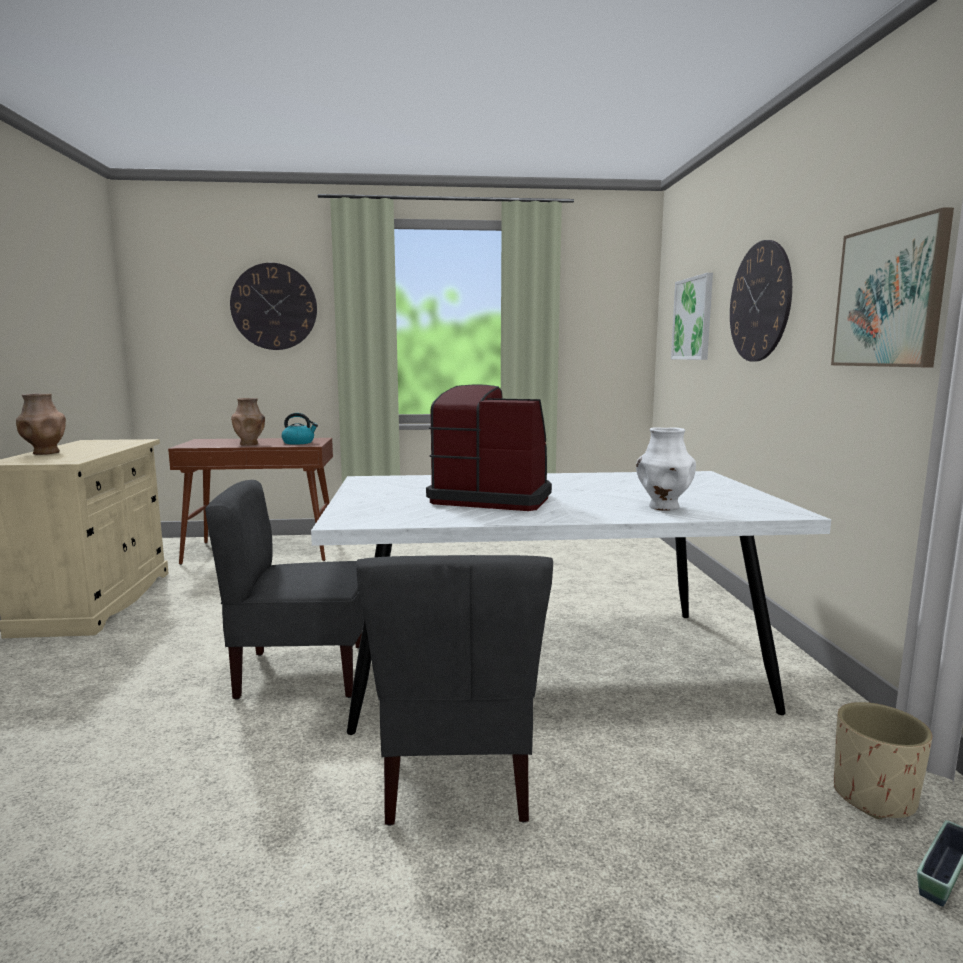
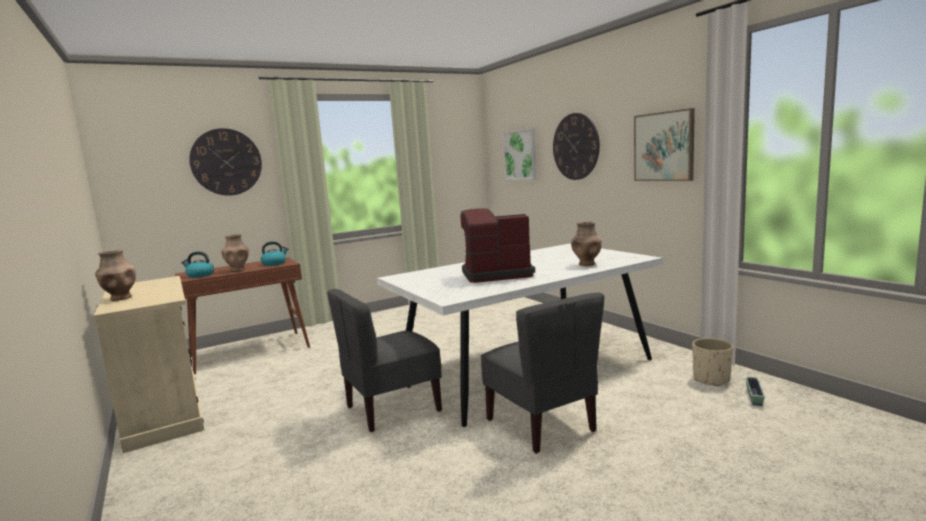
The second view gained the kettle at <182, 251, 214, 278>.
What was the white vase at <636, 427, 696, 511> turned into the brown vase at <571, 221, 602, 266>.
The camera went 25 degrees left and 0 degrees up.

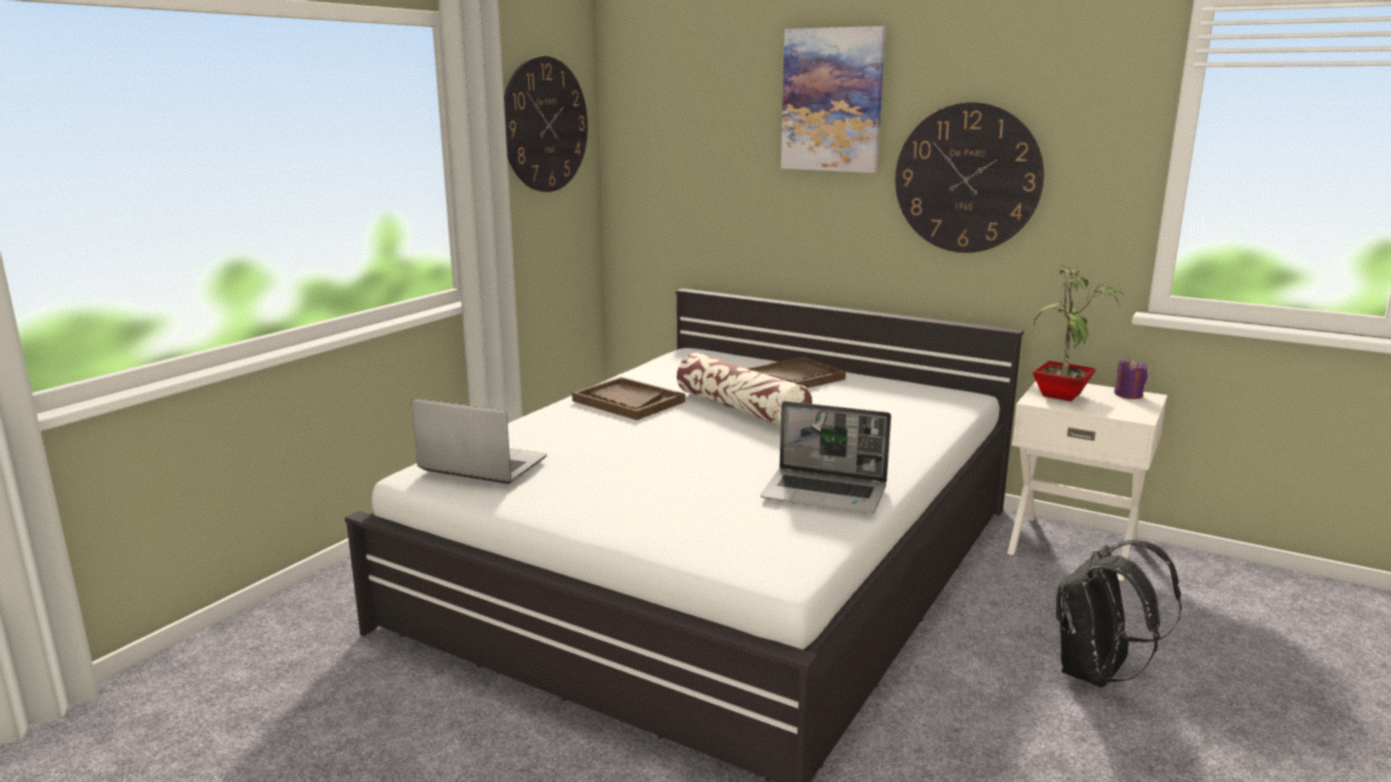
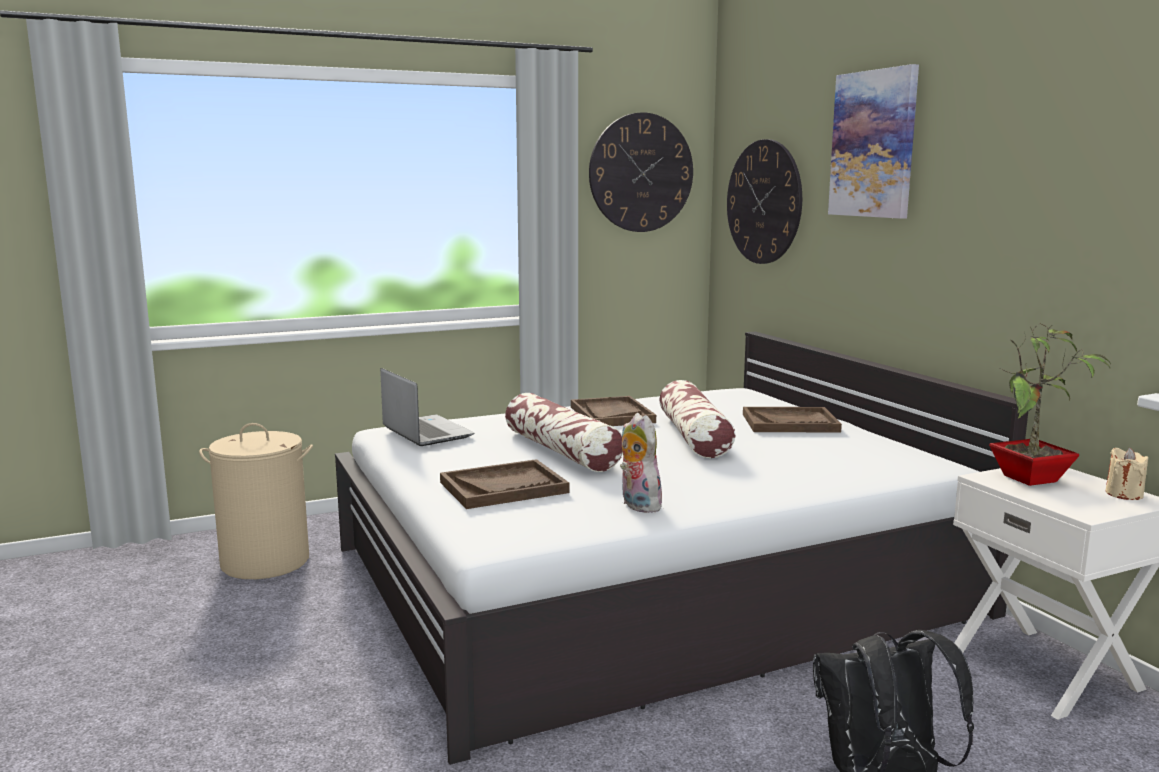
The second view gained the beige laundry basket at <199, 423, 313, 579>.
The second view gained the brown tray at <440, 459, 570, 509>.
The second view gained the pillow at <505, 393, 623, 472>.
Where the laptop stood at <760, 401, 891, 513>, the plush toy came to stand at <620, 413, 664, 513>.
The wall clock ended up elsewhere, having gone from <895, 102, 1044, 253> to <727, 139, 802, 264>.
What was the purple candle at <1114, 358, 1148, 399> turned into the beige candle at <1105, 448, 1148, 500>.
The camera went 35 degrees right and 5 degrees down.

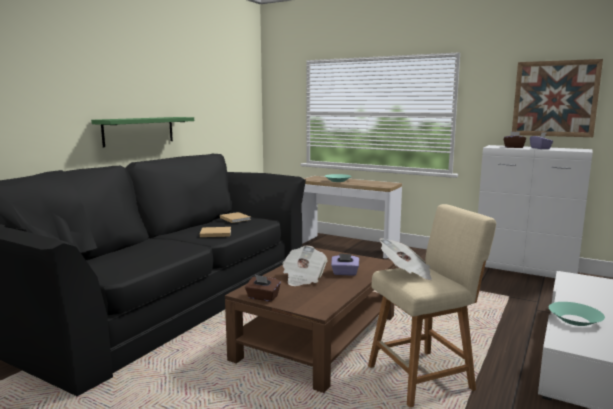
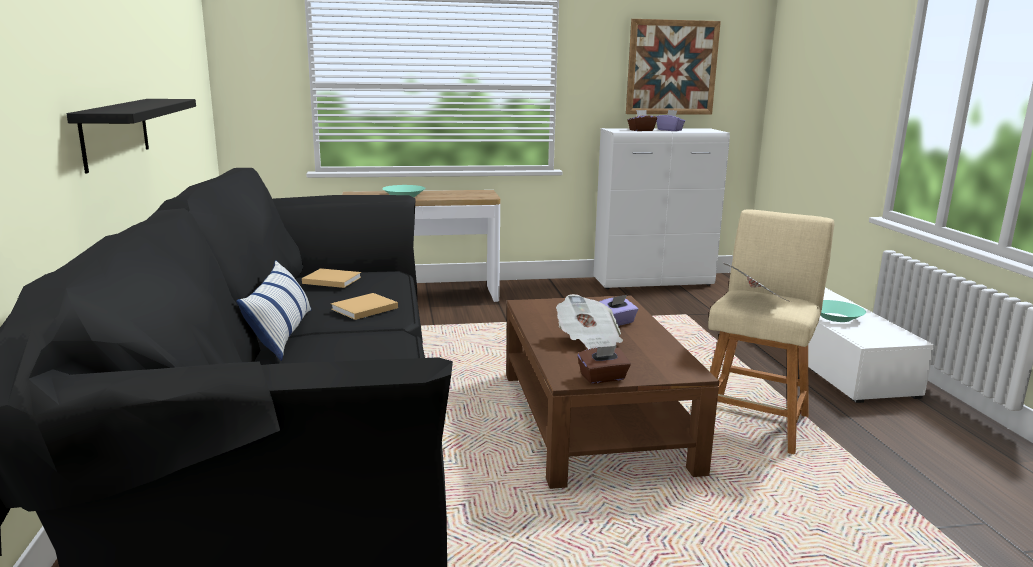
What was the green shelf at <91, 117, 194, 147> turned into the black shelf at <67, 99, 196, 173>.
The second view gained the pillow at <236, 260, 312, 361>.
The camera went 40 degrees left and 5 degrees up.

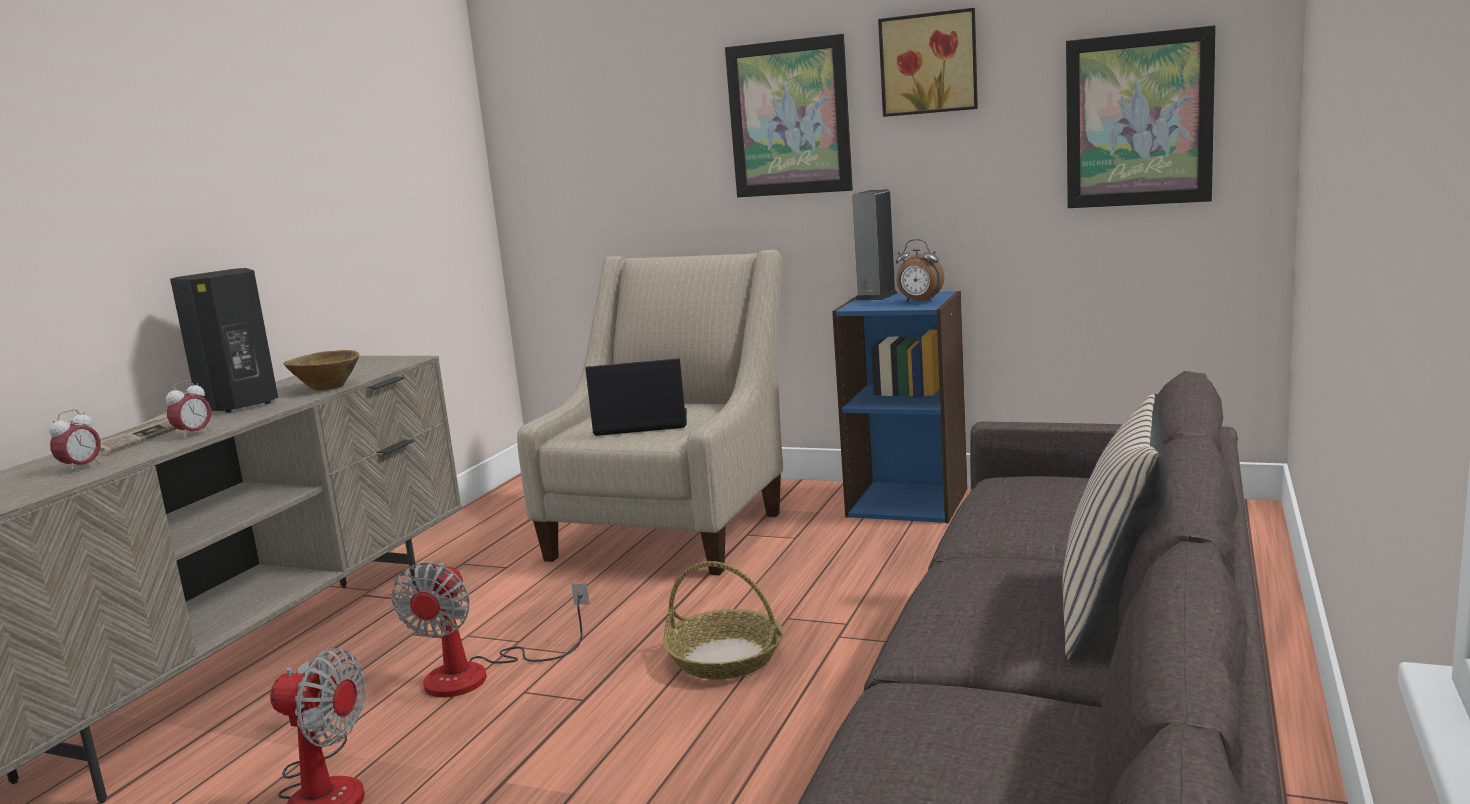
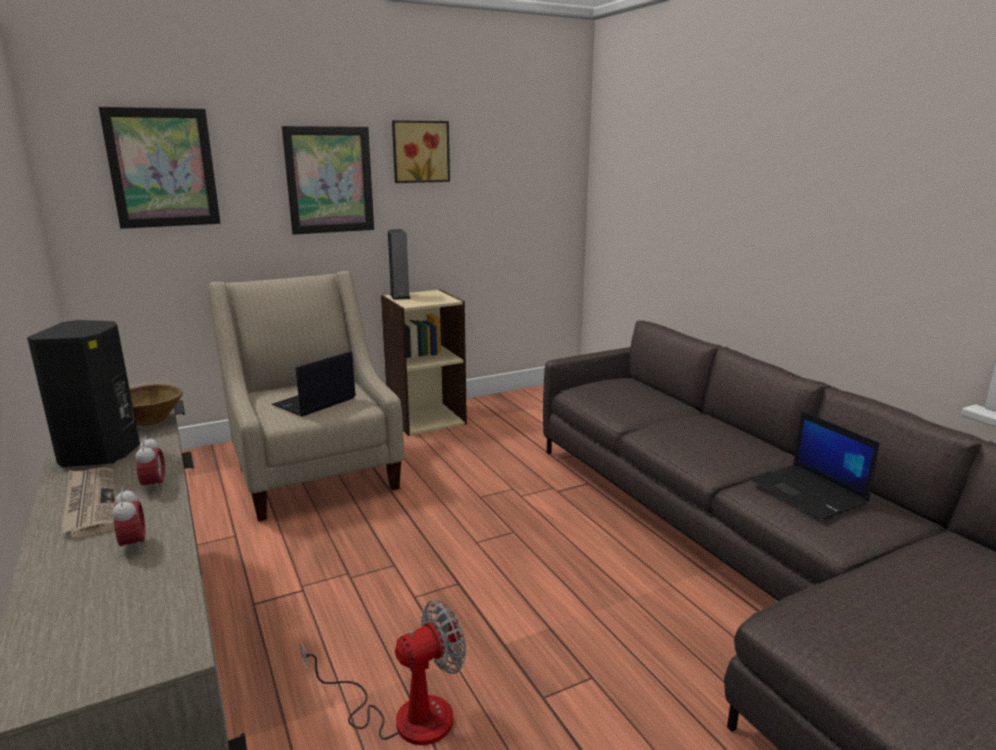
The picture ended up elsewhere, having gone from <1066, 25, 1216, 208> to <99, 107, 220, 229>.
What was the blue bookcase at <832, 291, 968, 523> turned into the beige bookcase at <381, 289, 467, 436>.
The second view gained the laptop at <750, 412, 880, 520>.
The second view lost the fan at <392, 562, 589, 697>.
The second view lost the basket at <663, 561, 783, 680>.
The second view lost the alarm clock at <896, 239, 944, 302>.
The second view lost the beige pillow at <1063, 393, 1167, 660>.
The camera went 50 degrees left and 5 degrees up.

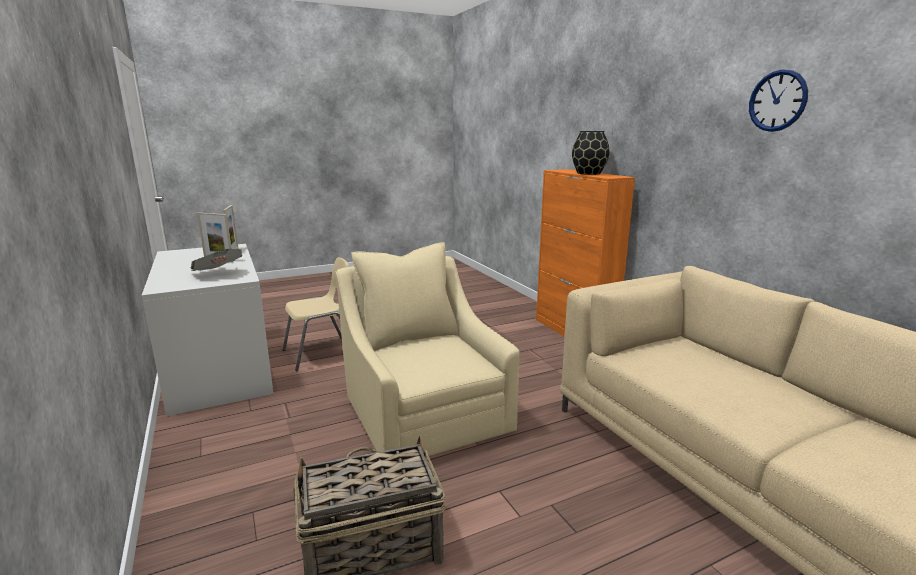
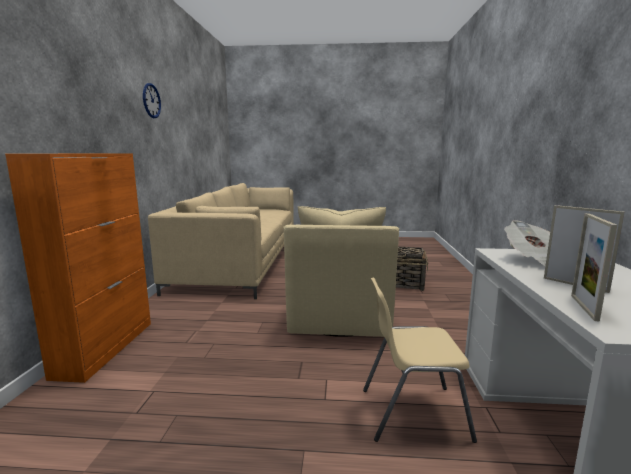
The second view lost the black vase at <572, 131, 609, 175>.
The camera went 150 degrees left and 5 degrees down.

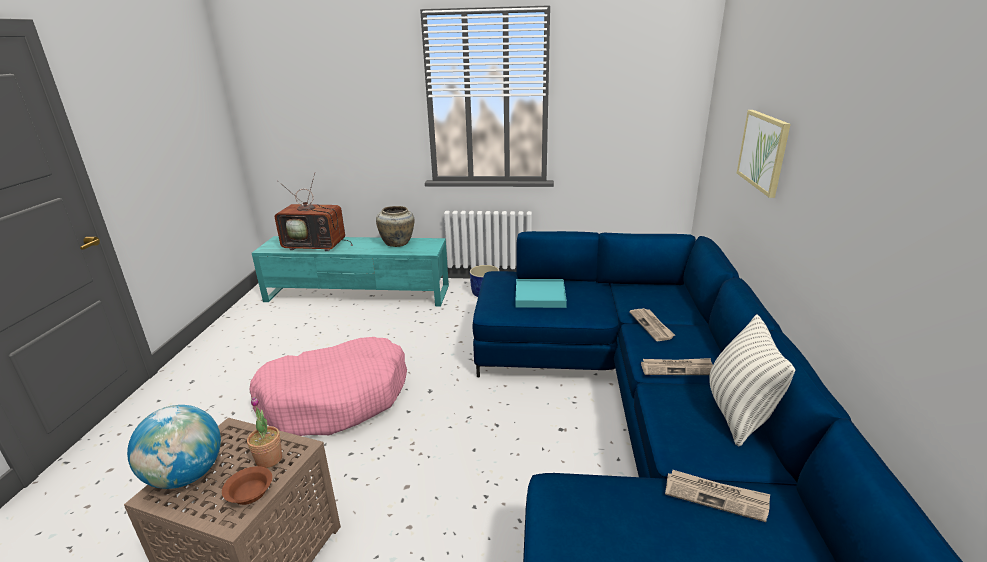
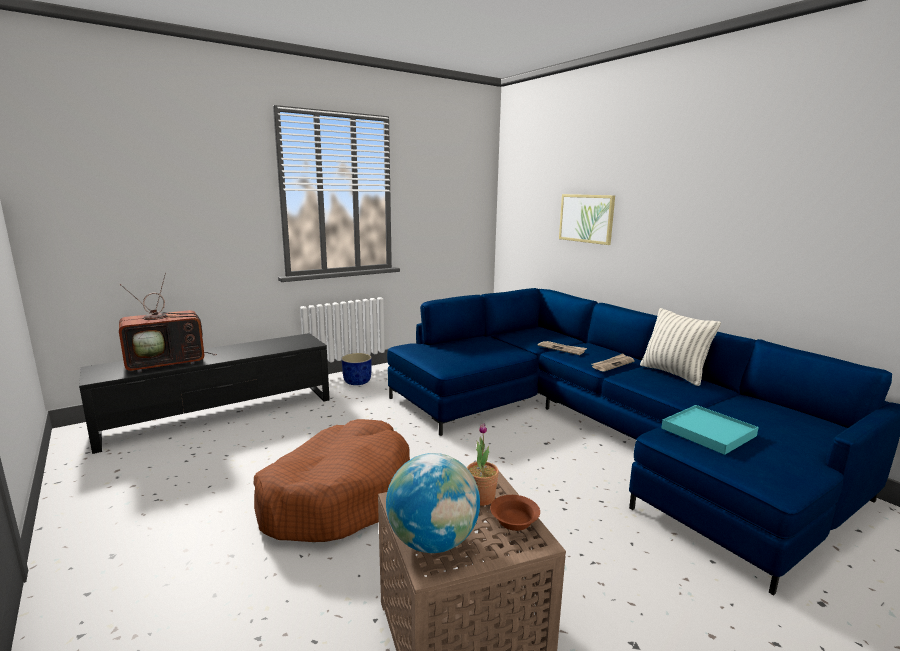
What was the turquoise tv stand at <252, 236, 449, 306> turned into the black tv stand at <79, 333, 330, 454>.
What was the pink dog bed at <249, 337, 407, 436> turned into the brown dog bed at <254, 419, 410, 542>.
The turquoise tray ended up elsewhere, having gone from <515, 279, 567, 308> to <661, 405, 759, 455>.
The second view lost the beige vase at <376, 206, 414, 247>.
The second view lost the newspaper at <665, 470, 770, 522>.
The camera went 40 degrees left and 10 degrees down.

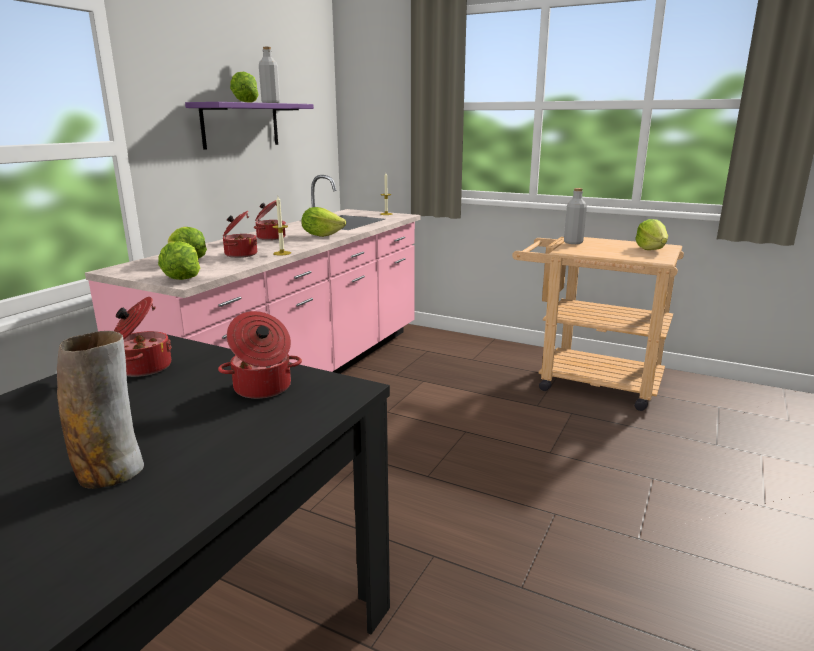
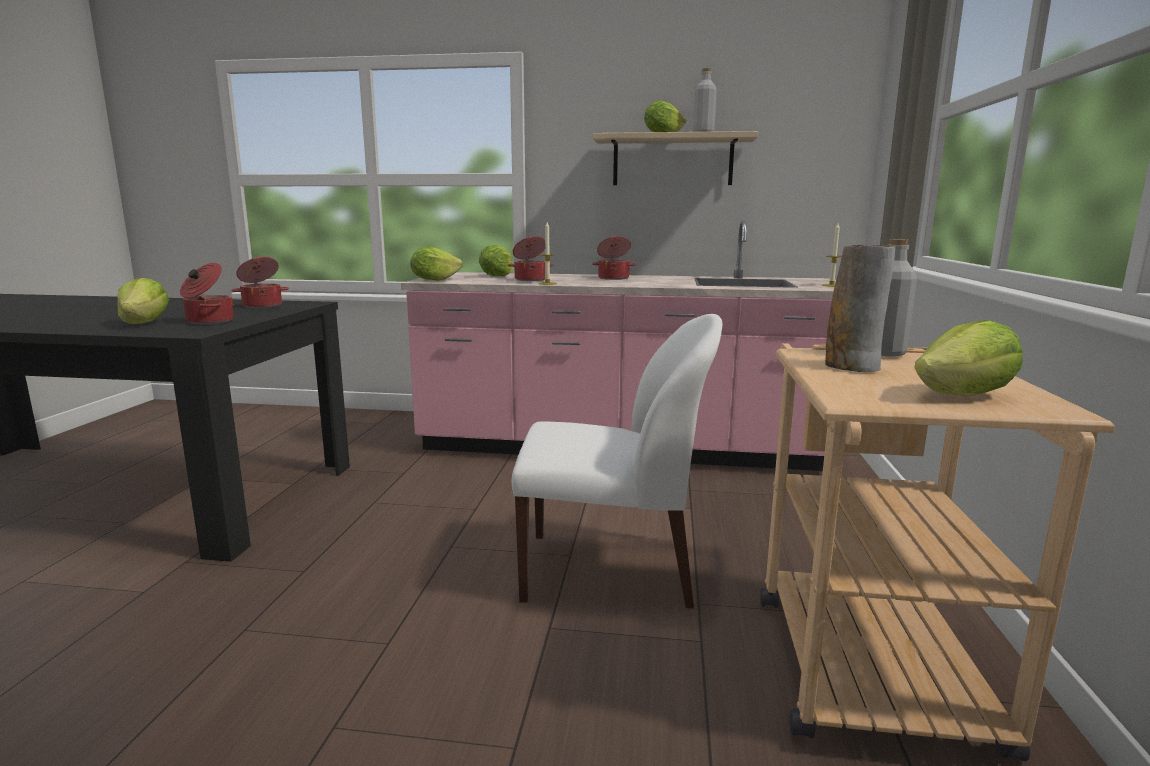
The lettuce ended up elsewhere, having gone from <301, 207, 346, 237> to <117, 278, 169, 324>.
The second view gained the white chair at <511, 314, 722, 608>.
What was the purple shelf at <185, 102, 314, 150> turned into the beige shelf at <592, 131, 758, 185>.
The vase ended up elsewhere, having gone from <57, 331, 144, 489> to <825, 245, 895, 372>.
The camera went 70 degrees right and 5 degrees down.

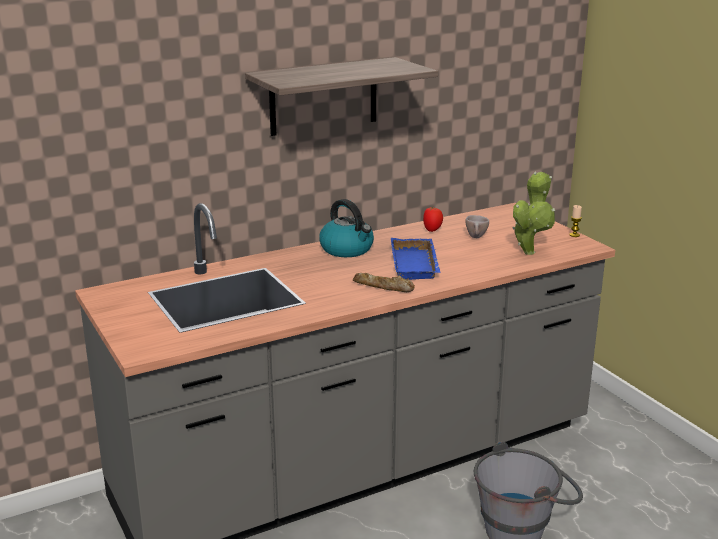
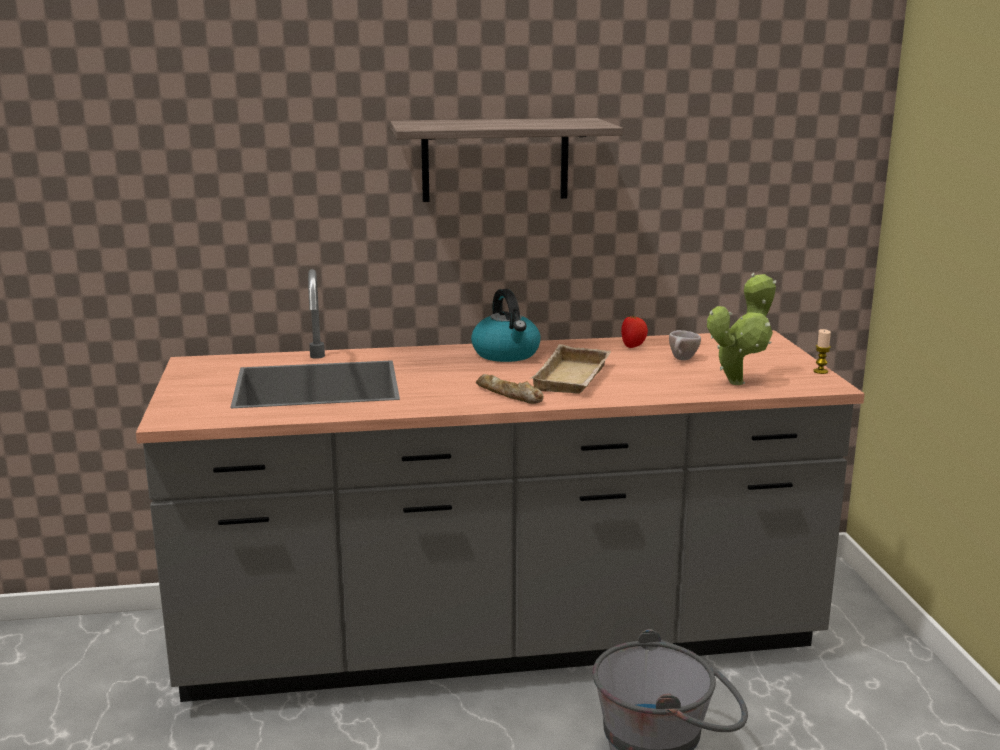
What was the blue tray at <391, 238, 441, 280> turned into the beige tray at <530, 344, 611, 394>.
The camera went 20 degrees right and 5 degrees down.

